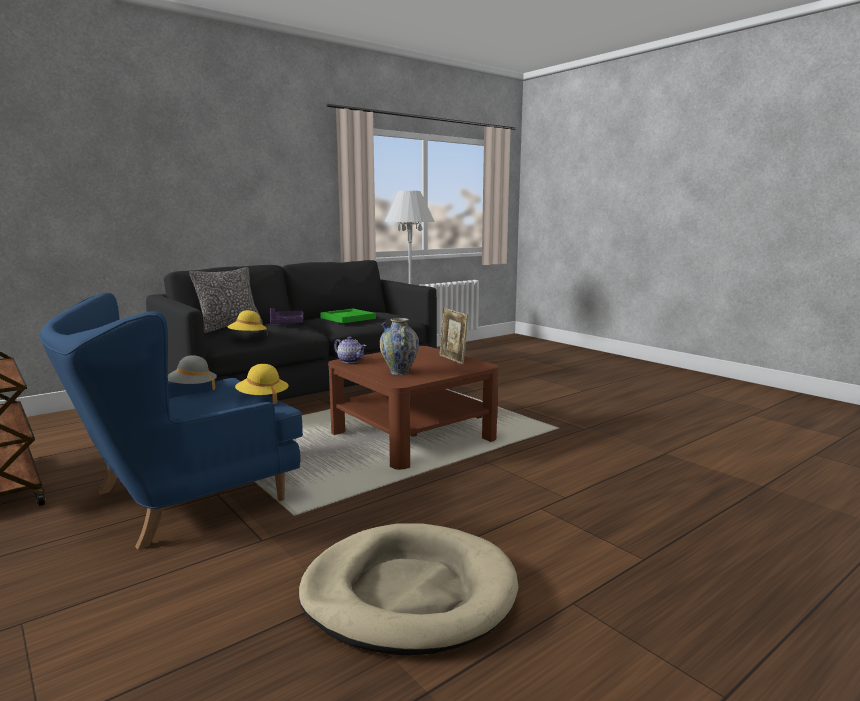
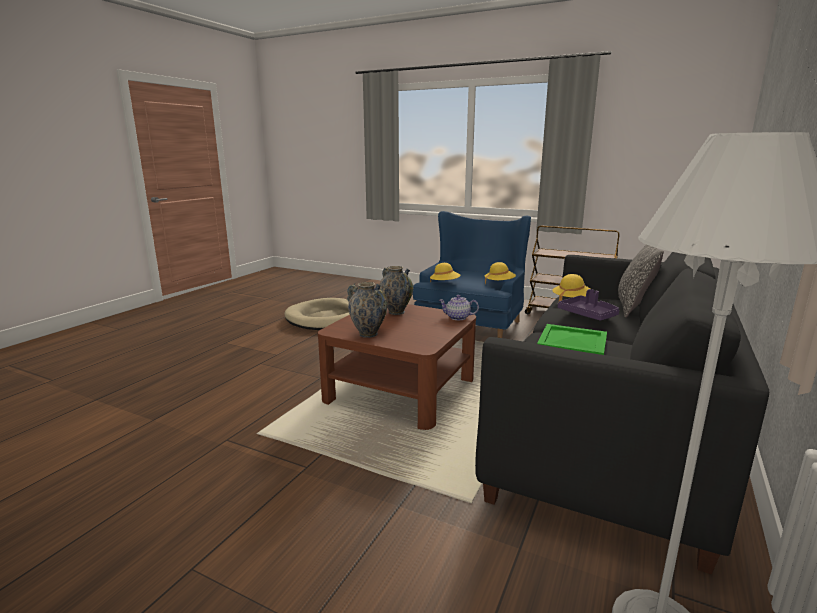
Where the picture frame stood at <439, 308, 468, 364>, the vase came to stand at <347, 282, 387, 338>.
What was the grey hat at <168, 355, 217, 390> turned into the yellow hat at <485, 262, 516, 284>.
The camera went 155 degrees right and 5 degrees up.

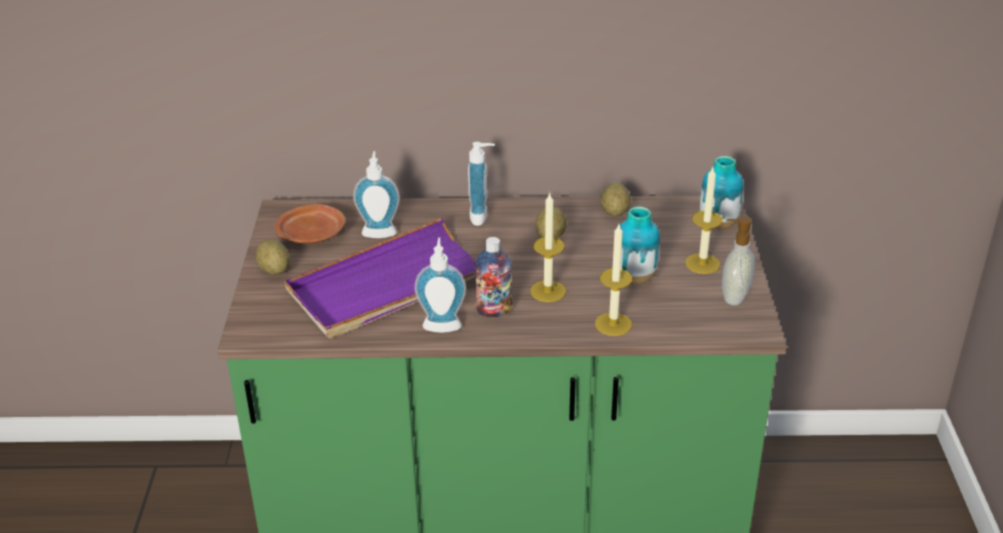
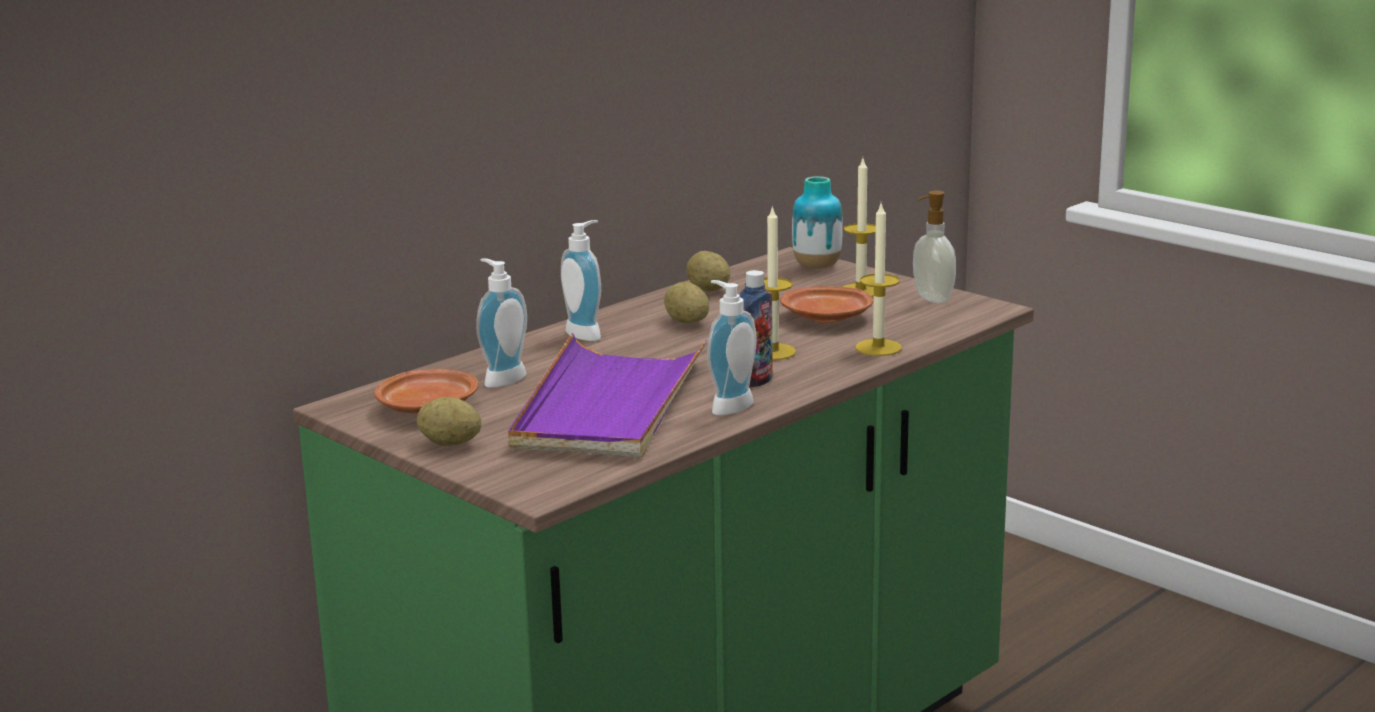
Where the vase stood at <620, 207, 660, 284>, the brown plate came to stand at <780, 286, 873, 323>.
The camera went 45 degrees left and 15 degrees down.

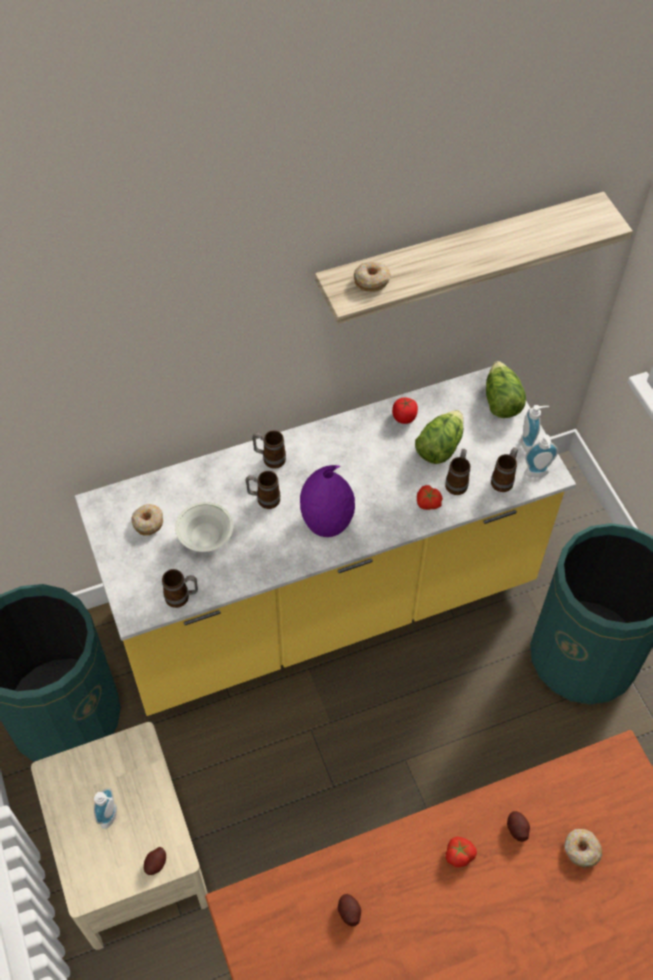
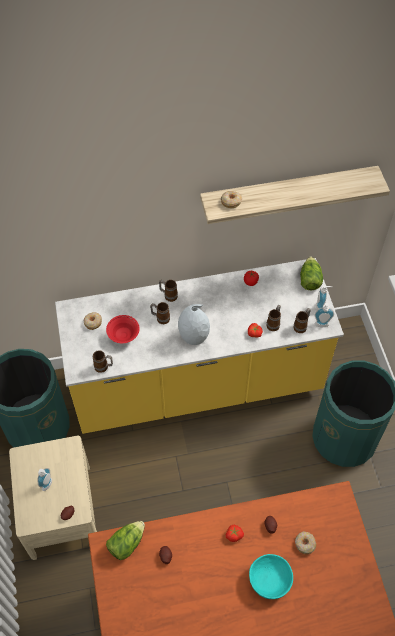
What was the white bowl at <175, 502, 233, 552> turned into the red bowl at <106, 315, 140, 343>.
The lettuce ended up elsewhere, having gone from <415, 410, 463, 464> to <106, 521, 145, 560>.
What was the purple vase at <300, 465, 355, 537> turned into the grey vase at <178, 304, 210, 345>.
The second view gained the turquoise bowl at <249, 554, 293, 599>.
The camera went 10 degrees right and 0 degrees up.

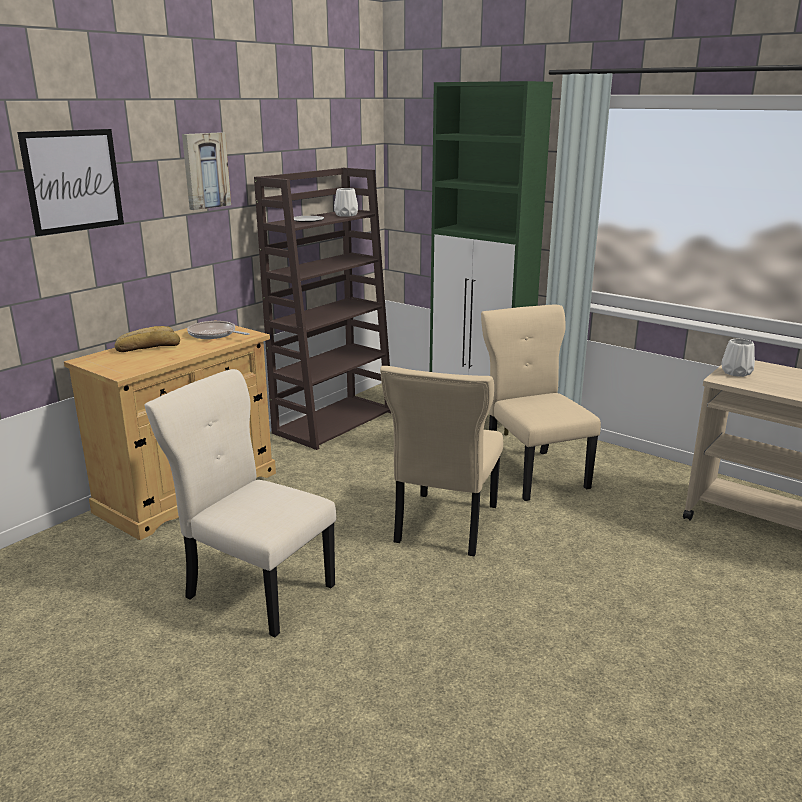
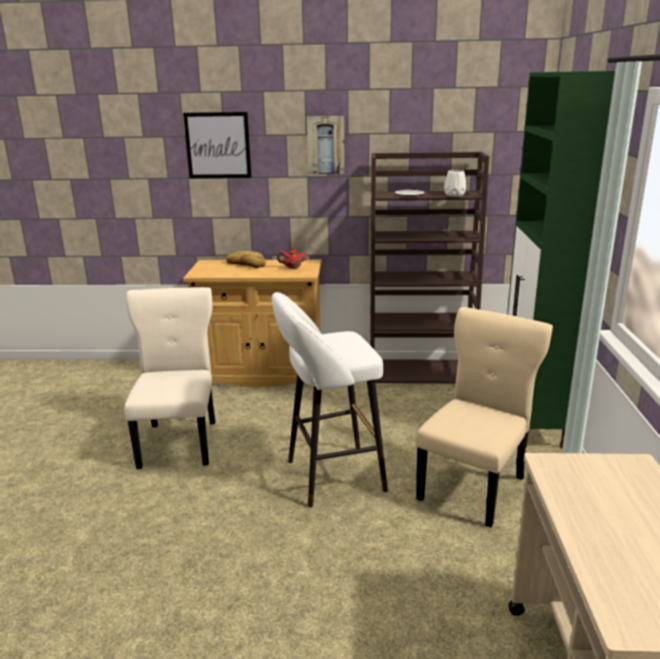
Where the beige chair stood at <380, 366, 503, 557>, the white stool came to stand at <272, 292, 388, 507>.
Where the frying pan stood at <187, 321, 250, 339>, the red teapot came to stand at <277, 248, 307, 269>.
The second view lost the white vase at <721, 338, 755, 377>.
The camera went 55 degrees right and 0 degrees up.

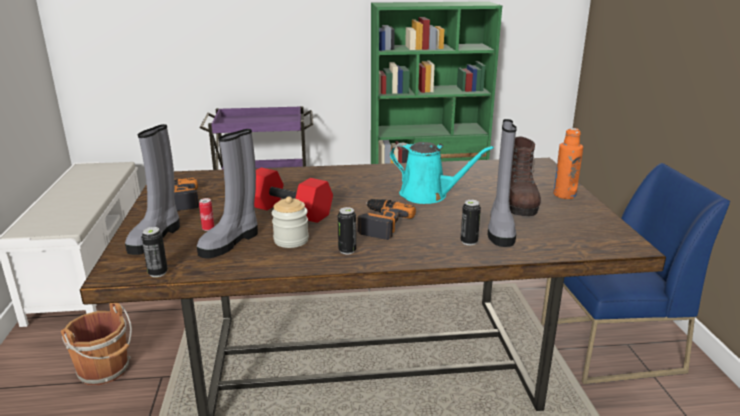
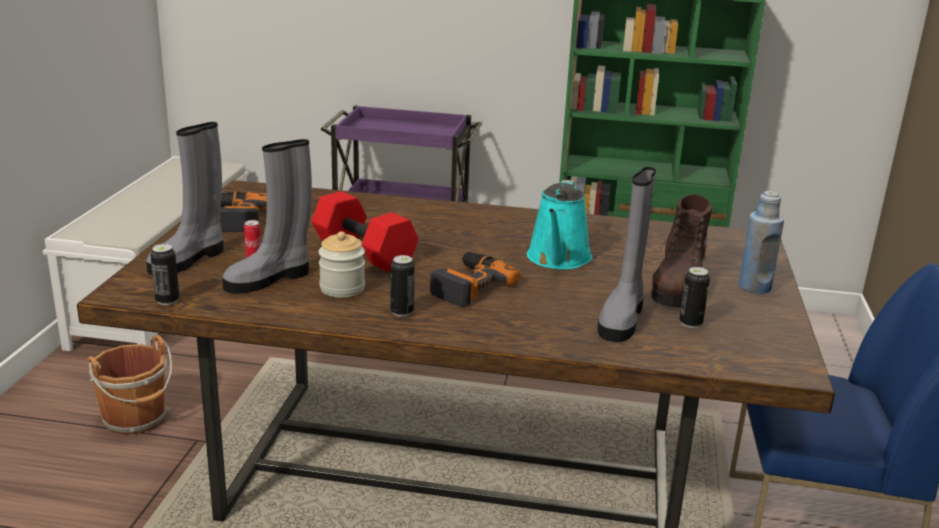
The turquoise watering can at <390, 142, 494, 204> ended up facing another way, 60 degrees clockwise from before.
The can ended up elsewhere, having gone from <461, 200, 481, 245> to <679, 267, 710, 328>.
What was the orange bottle at <553, 128, 583, 199> turned into the blue bottle at <739, 191, 784, 294>.
The camera went 15 degrees right and 0 degrees up.

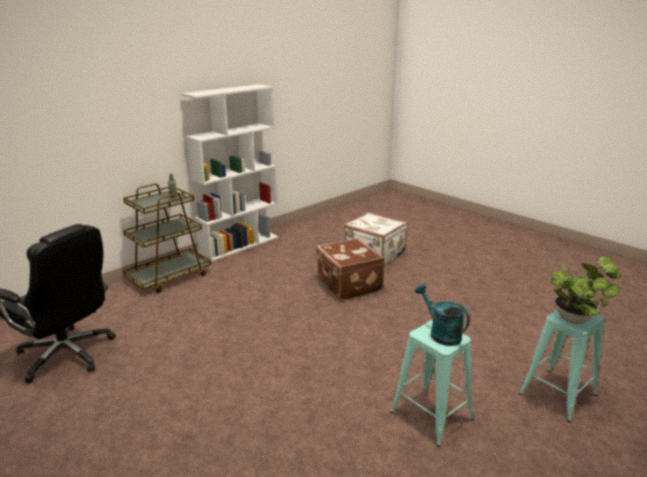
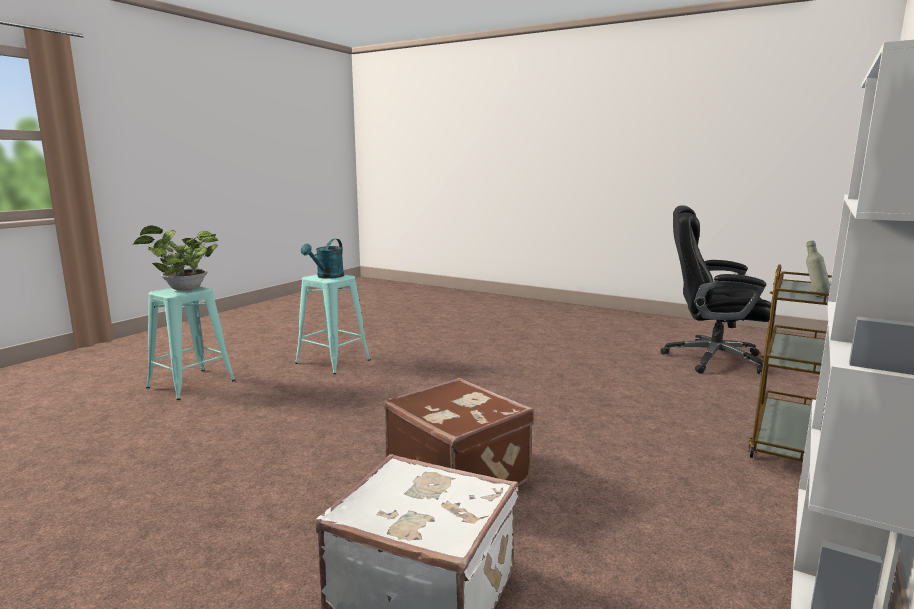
The turquoise watering can at <415, 284, 470, 346> ended up facing another way, 75 degrees clockwise from before.
The camera went 165 degrees right and 10 degrees down.

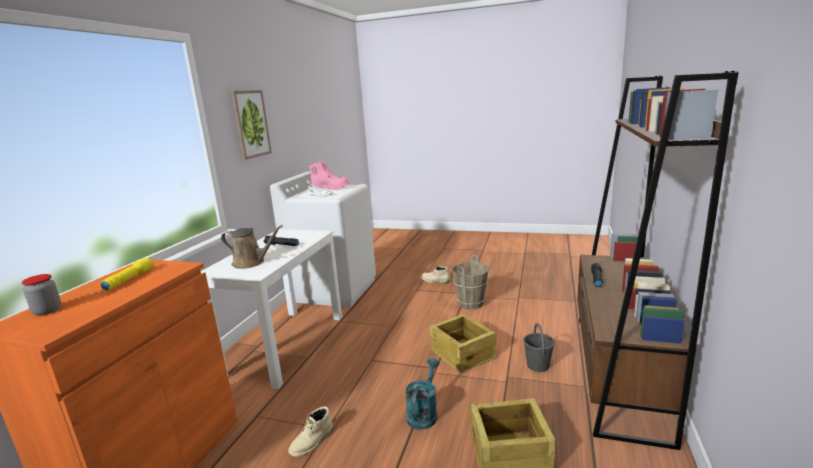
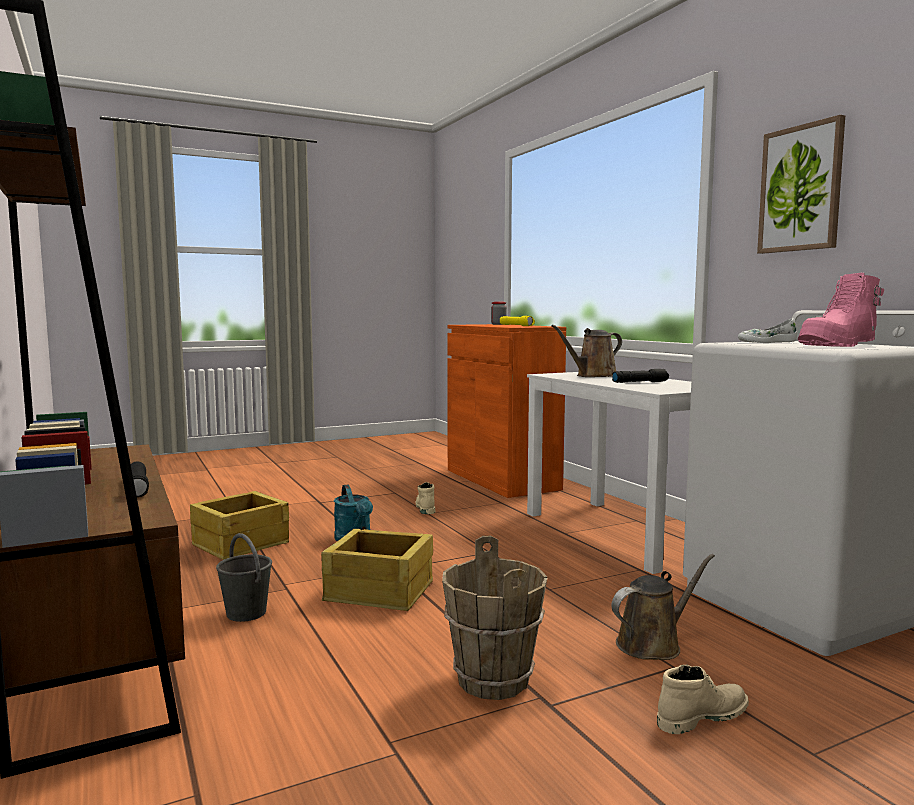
The second view gained the brown watering can at <611, 554, 715, 660>.
The camera went 135 degrees right and 10 degrees down.

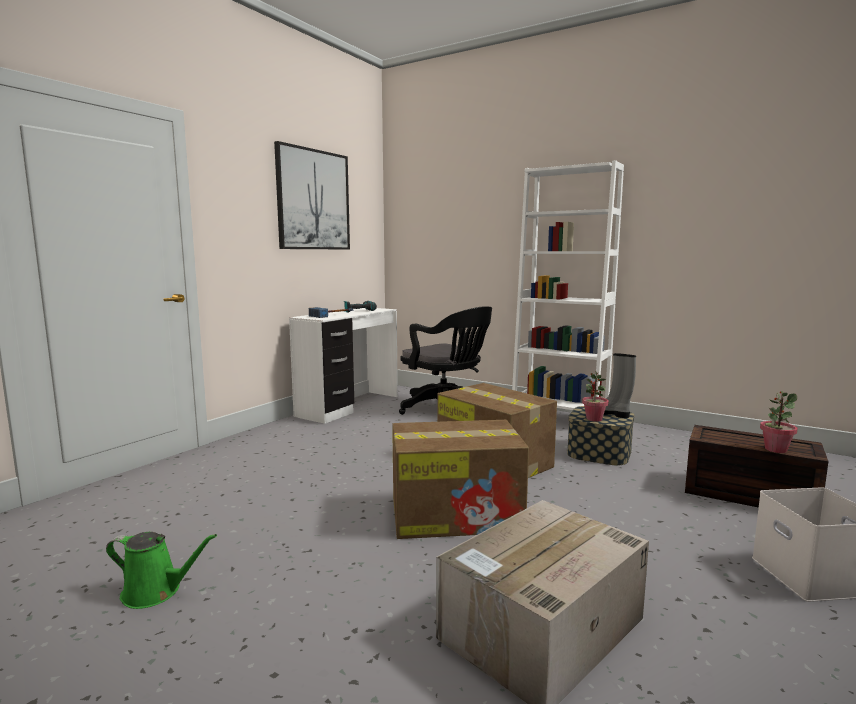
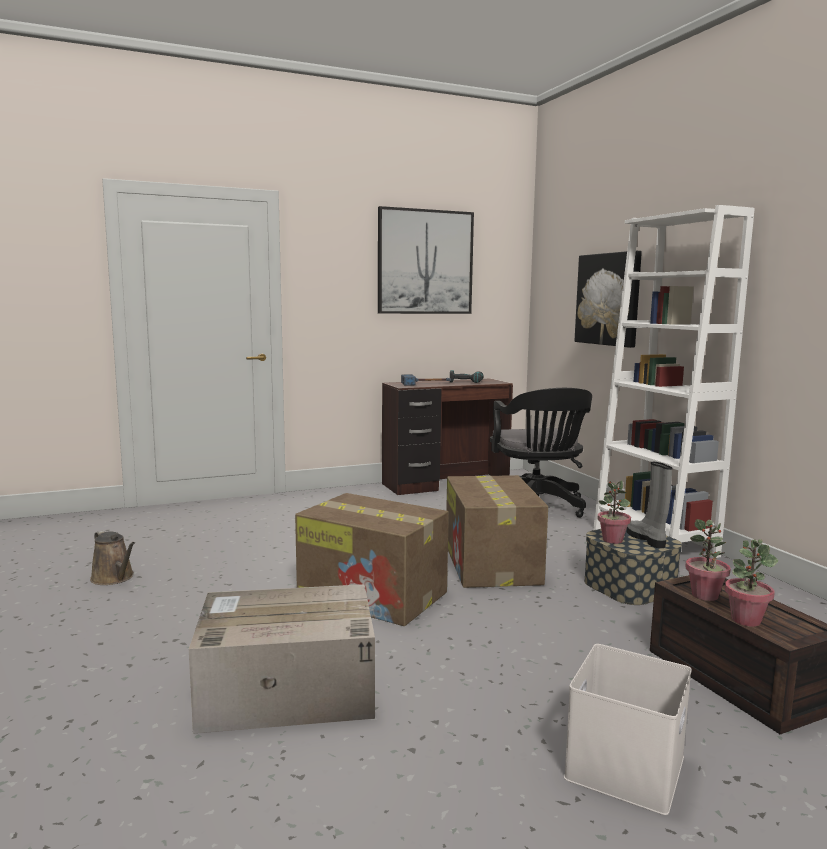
What was the green watering can at <106, 532, 217, 609> turned into the brown watering can at <90, 530, 135, 585>.
What was the white desk at <289, 308, 398, 424> turned into the brown desk at <382, 378, 513, 495>.
The second view gained the picture at <575, 251, 642, 348>.
The second view gained the potted plant at <685, 519, 731, 601>.
The camera went 35 degrees right and 0 degrees up.

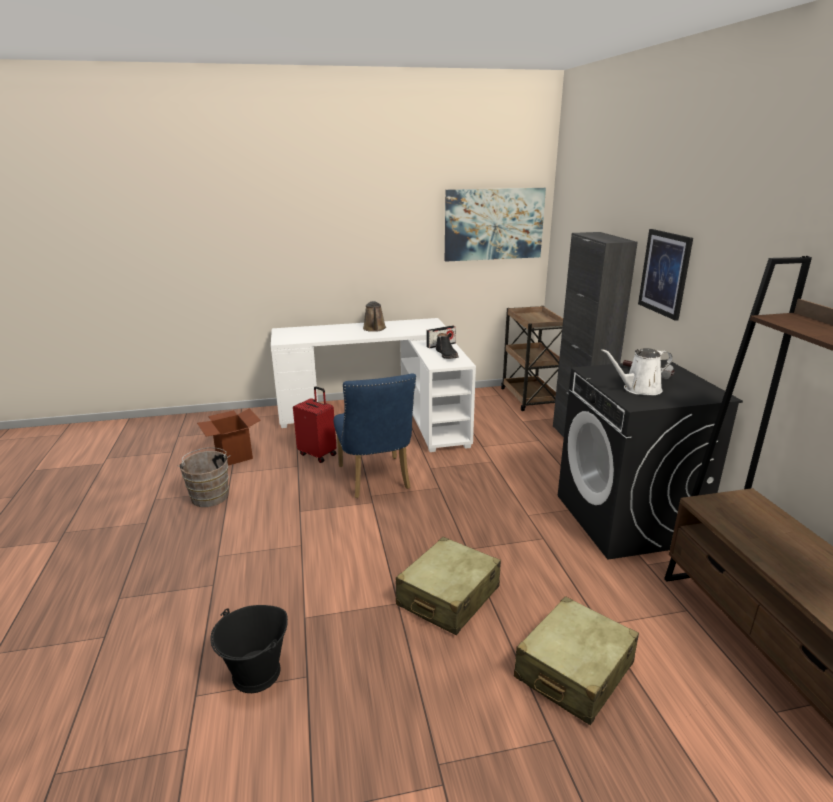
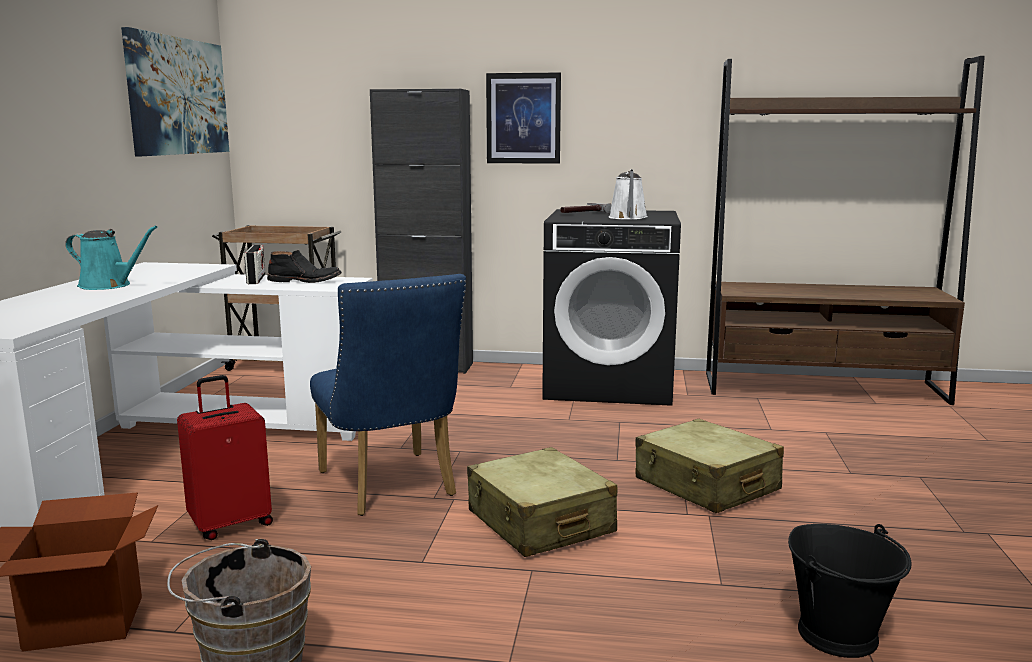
What was the brown watering can at <363, 301, 386, 332> turned into the turquoise watering can at <65, 226, 158, 290>.
The blue chair at <334, 373, 416, 498> ended up facing another way, 60 degrees clockwise from before.
The beige suitcase ended up elsewhere, having gone from <514, 596, 639, 725> to <467, 447, 617, 557>.
The camera went 70 degrees left and 10 degrees down.

